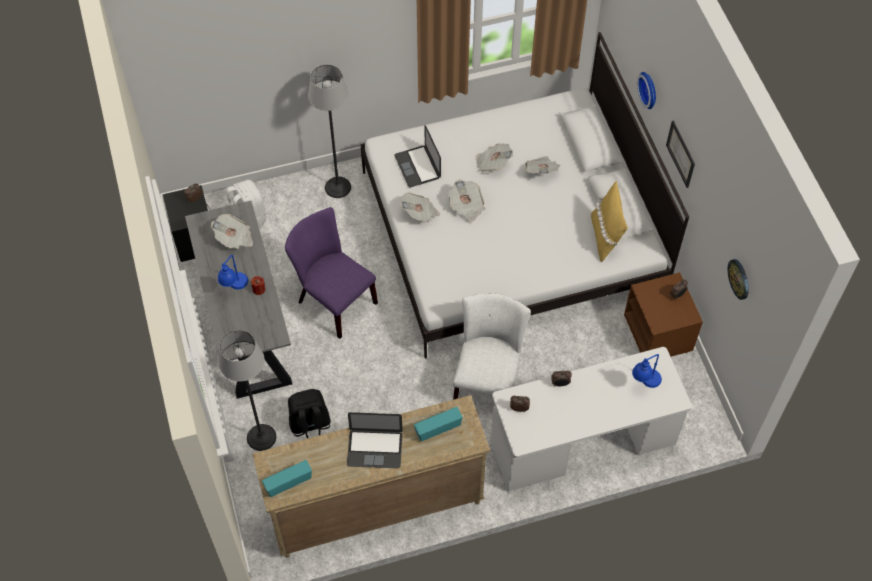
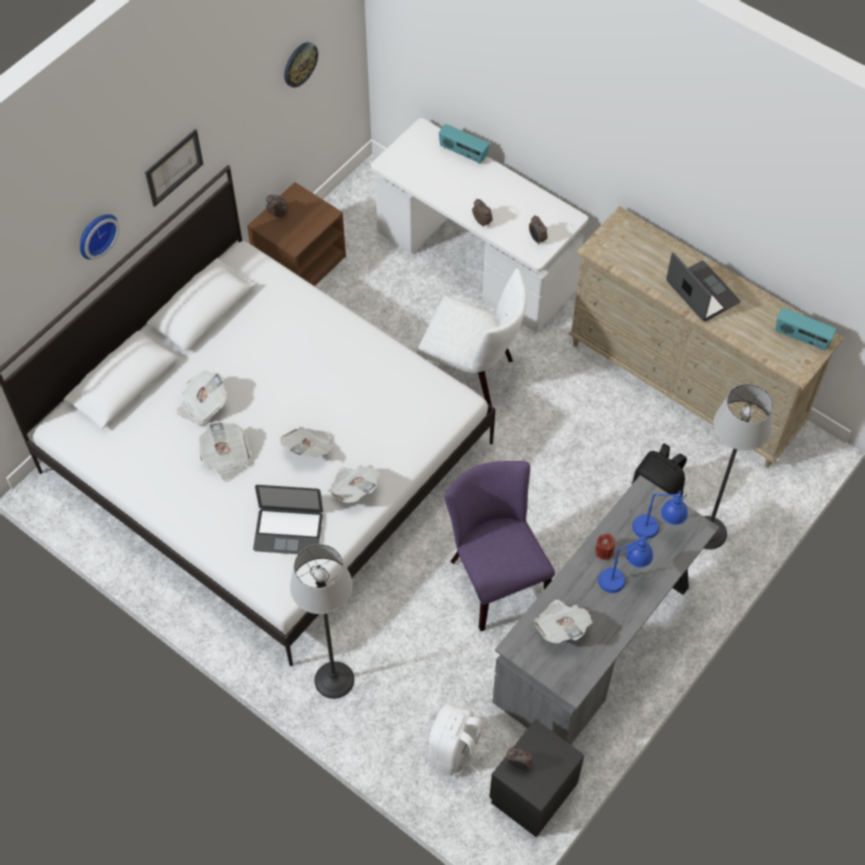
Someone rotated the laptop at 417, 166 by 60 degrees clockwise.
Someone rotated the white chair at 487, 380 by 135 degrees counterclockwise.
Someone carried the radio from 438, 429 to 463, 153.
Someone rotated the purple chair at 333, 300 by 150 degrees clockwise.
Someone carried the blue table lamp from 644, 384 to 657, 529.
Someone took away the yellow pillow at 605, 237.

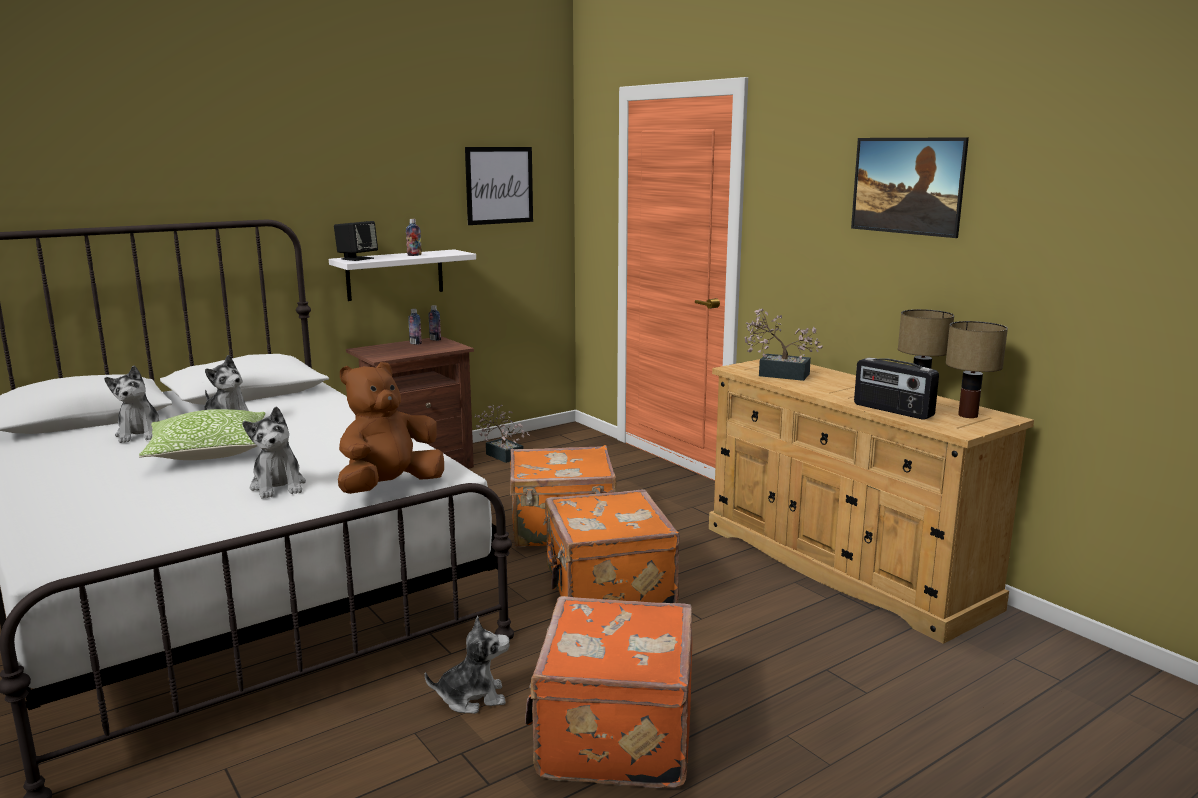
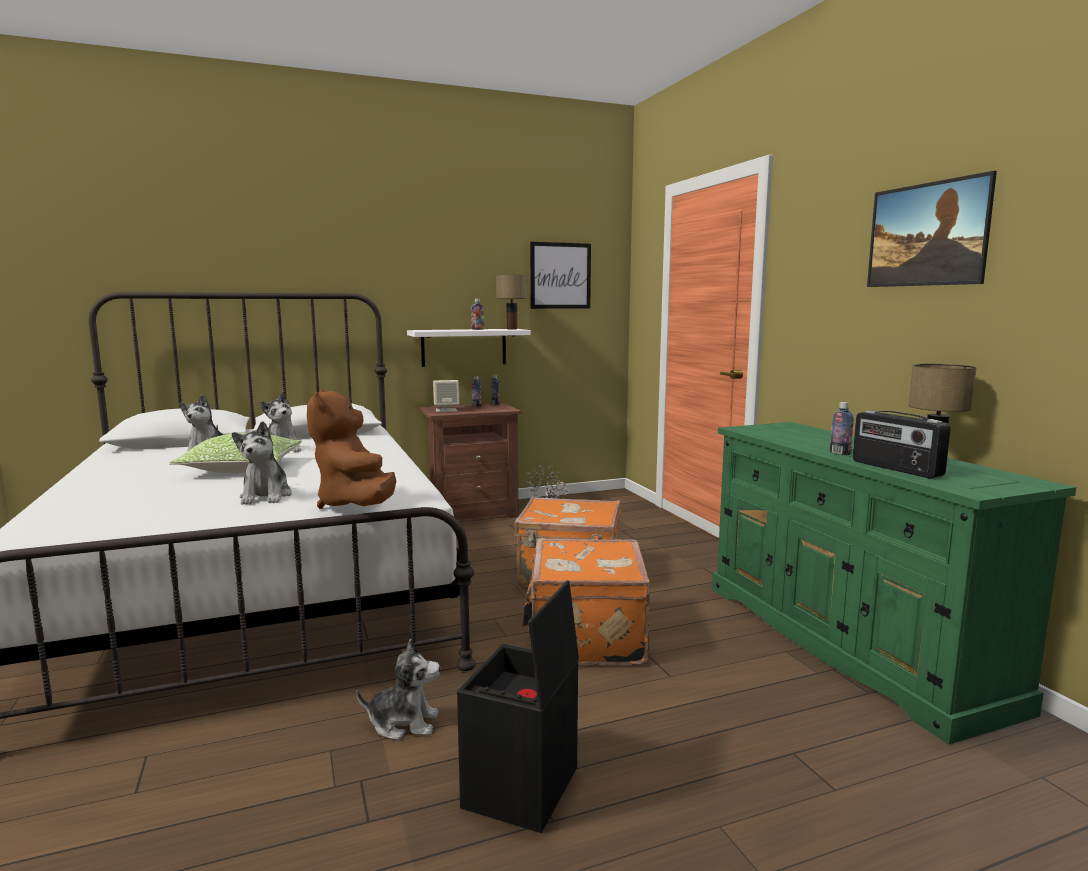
Someone rotated the brown plush toy at 389, 487 by 75 degrees counterclockwise.
Someone put down the beige speaker at 446, 410.
Someone swapped the orange suitcase at 612, 735 for the black storage box at 521, 789.
Someone carried the table lamp from 967, 415 to 512, 329.
Someone repainted the beige dresser at 845, 566, which became the green dresser at 848, 642.
Someone put down the bottle at 840, 453.
Someone took away the black speaker at 357, 258.
Someone took away the potted plant at 778, 374.

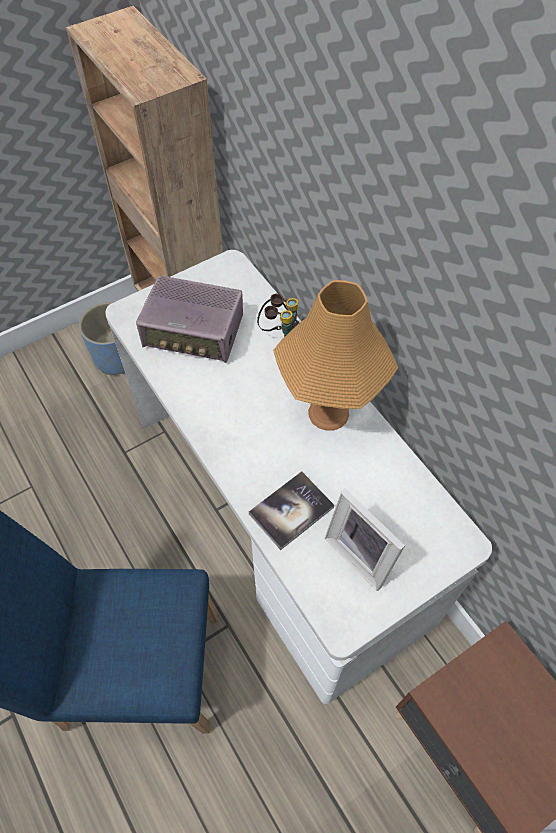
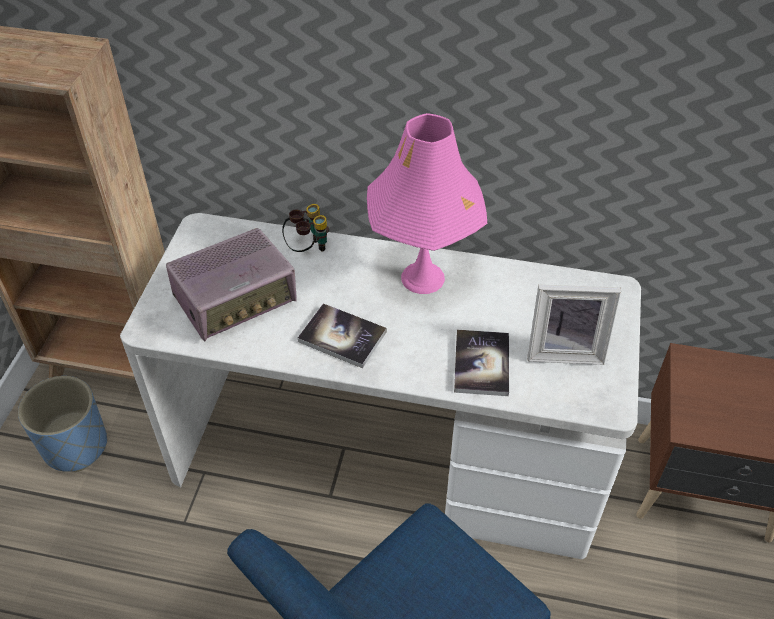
Someone put down the book at 342, 337.
Someone repainted the orange table lamp at 328, 413, which became the pink table lamp at 423, 278.

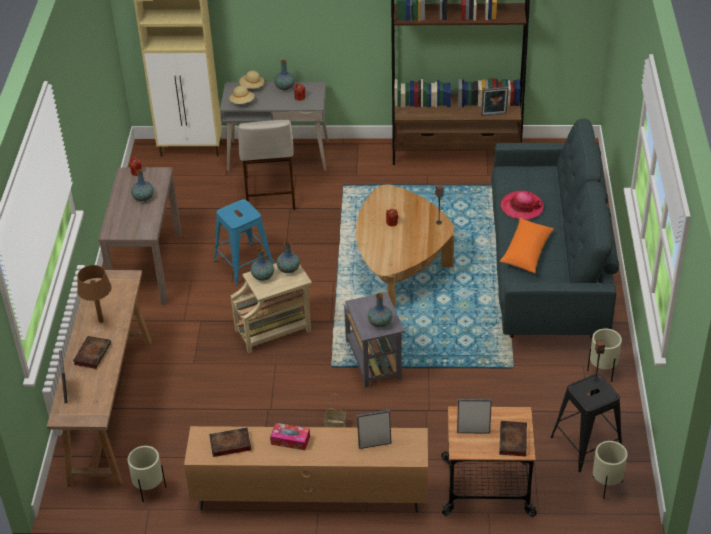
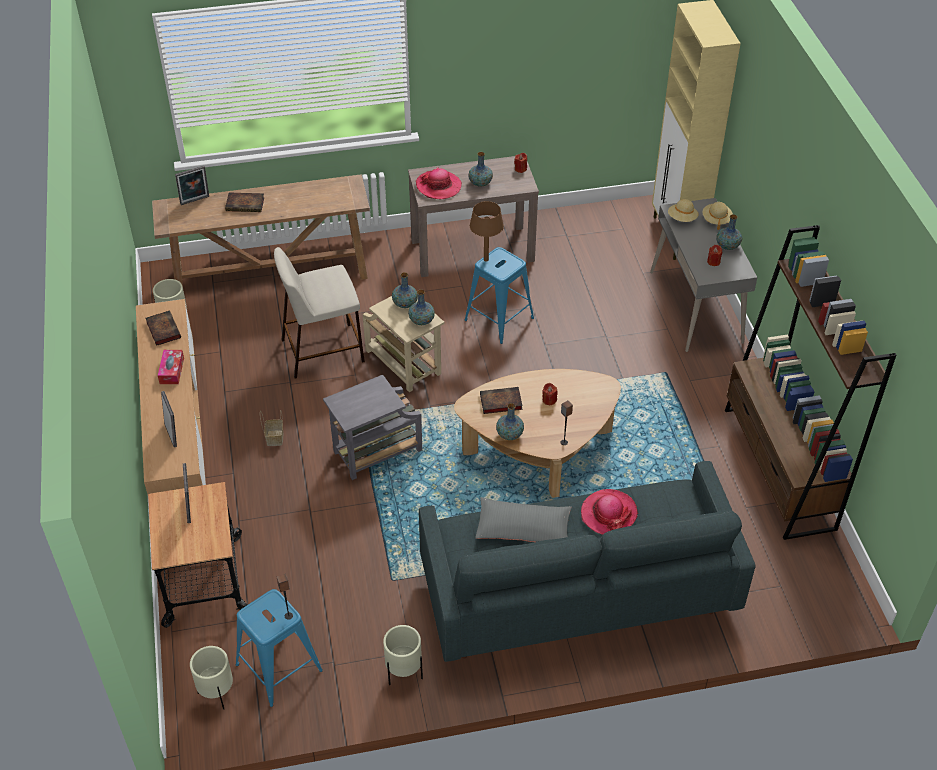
Someone repainted the black stool at 586, 444, which became the blue stool at 279, 667.
Someone carried the beige stool from 269, 192 to 323, 350.
Someone put down the hat at 438, 186.
Someone carried the brown table lamp from 101, 321 to 486, 259.
Someone repainted the orange pillow at 526, 251, which became the grey pillow at 523, 529.
Someone carried the book from 513, 441 to 500, 402.
Someone carried the vase from 380, 323 to 509, 434.
Someone took away the picture frame at 494, 115.

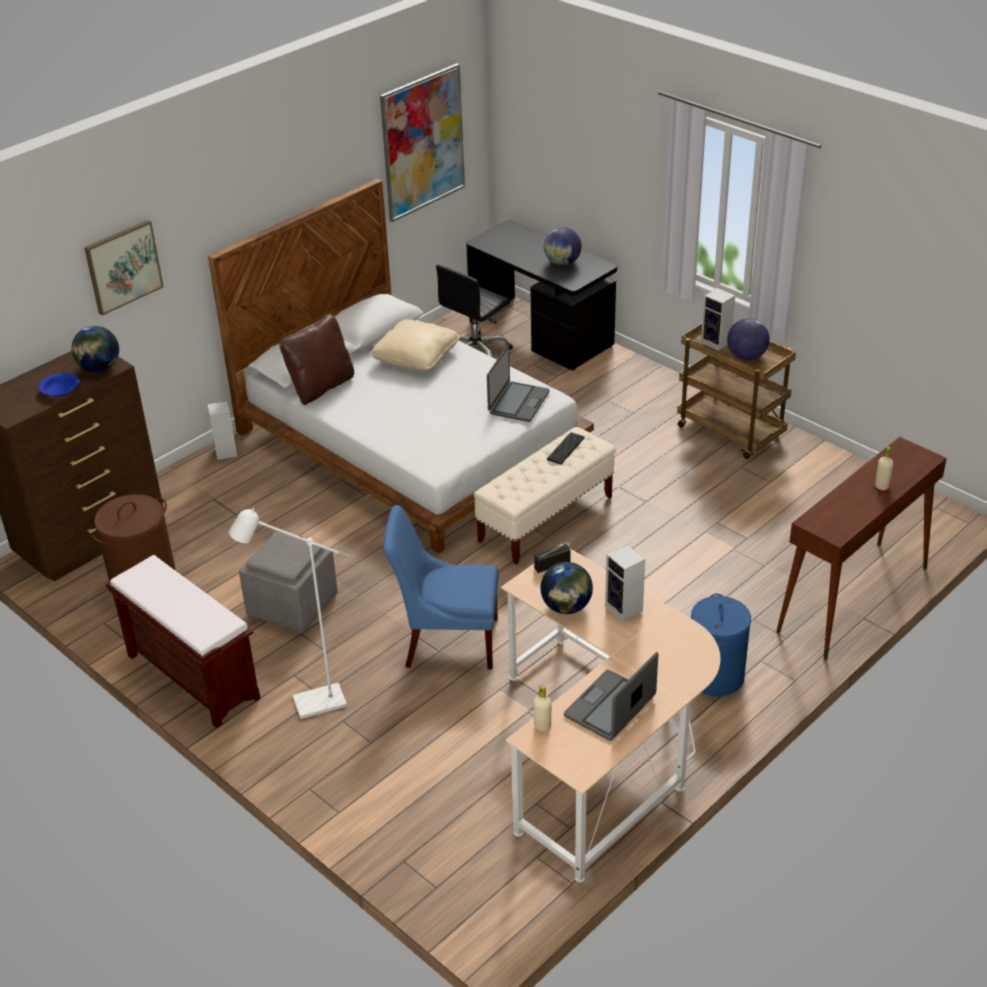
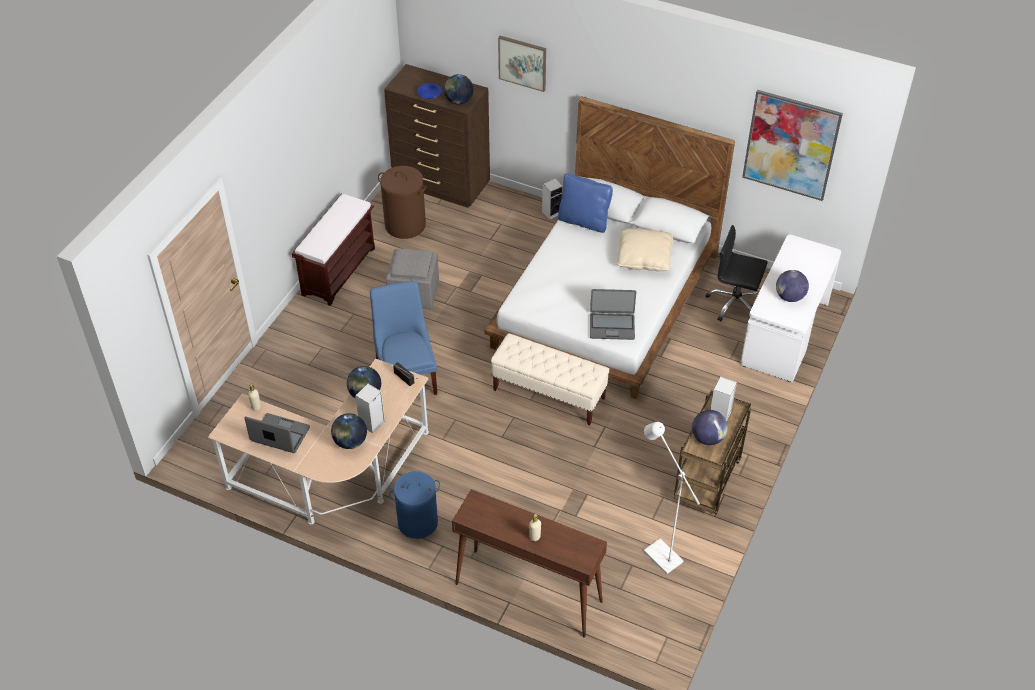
Someone put down the globe at 350, 442.
Someone repainted the brown pillow at 321, 387, which became the blue pillow at 584, 221.
Someone carried the white floor lamp from 310, 705 to 658, 552.
Someone repainted the black desk at 541, 334, which became the white desk at 785, 335.
Someone took away the keyboard at 565, 448.

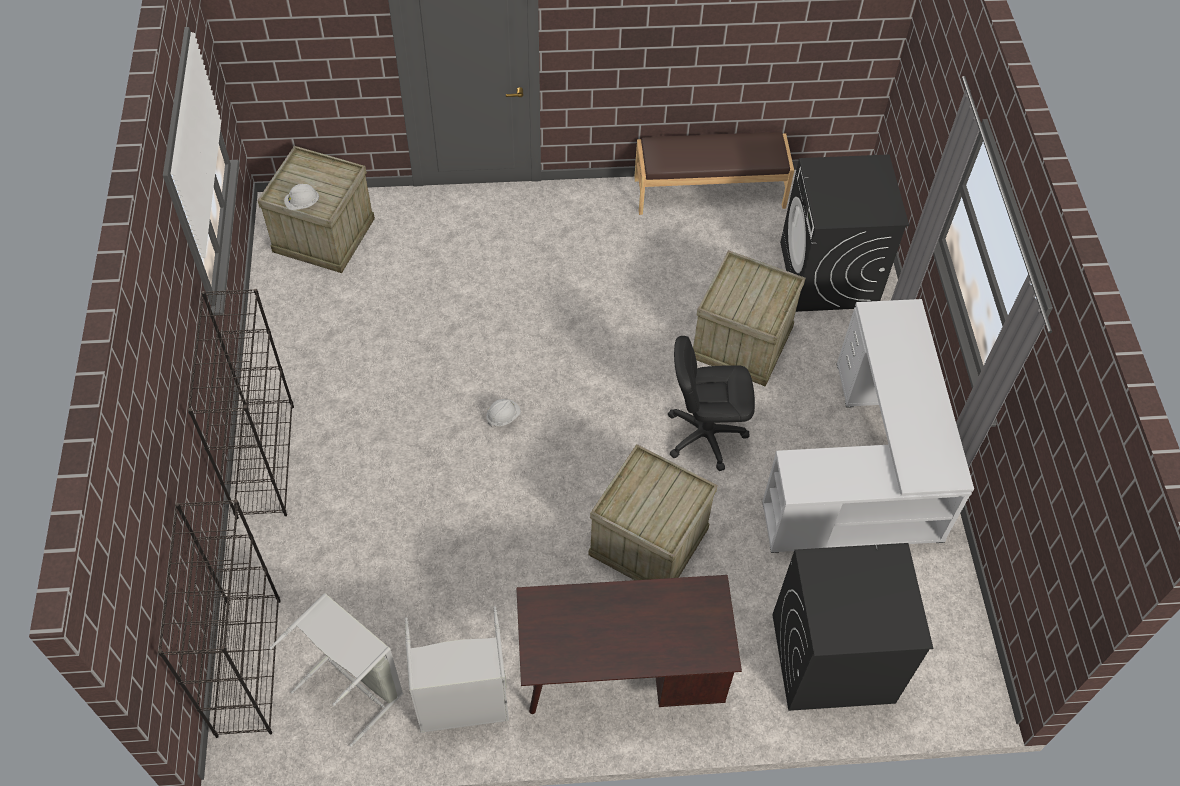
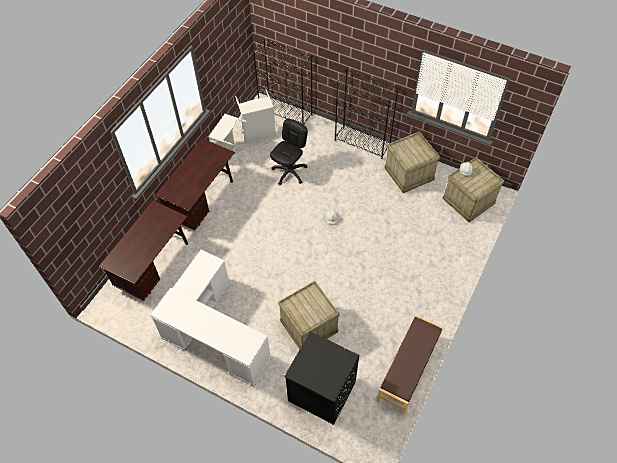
Someone swapped the black washing machine at 831, 658 for the brown desk at 155, 267.
Someone carried the black office chair from 705, 435 to 289, 172.
Someone carried the crate from 646, 542 to 409, 173.

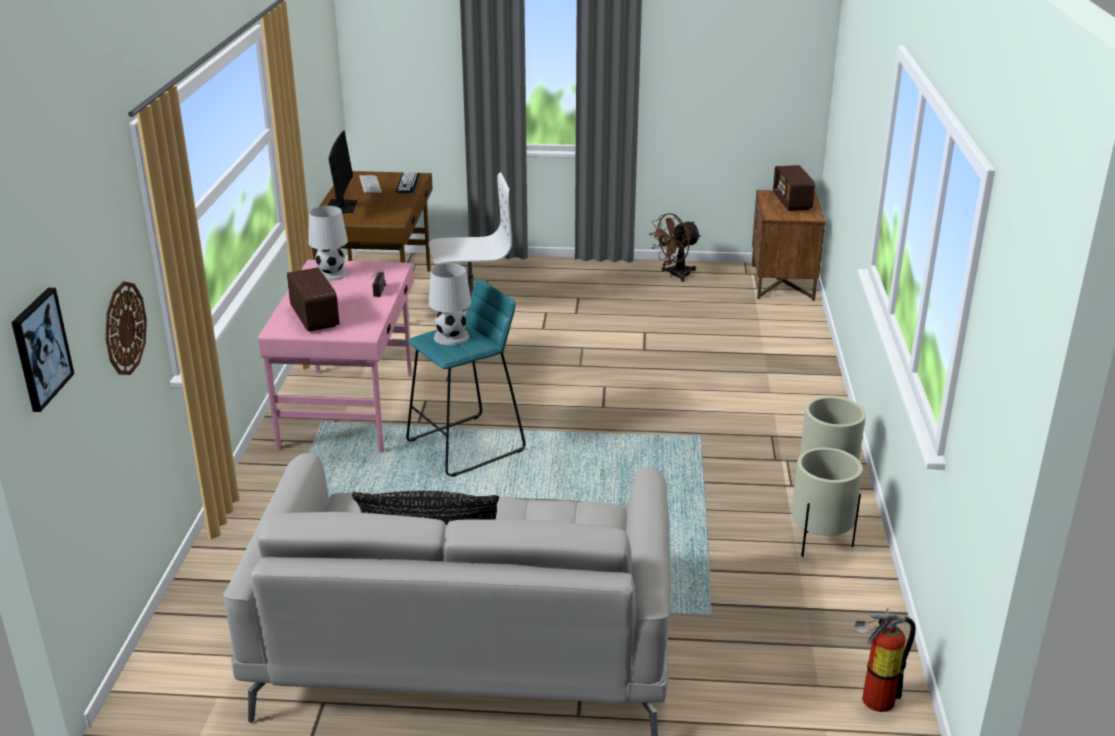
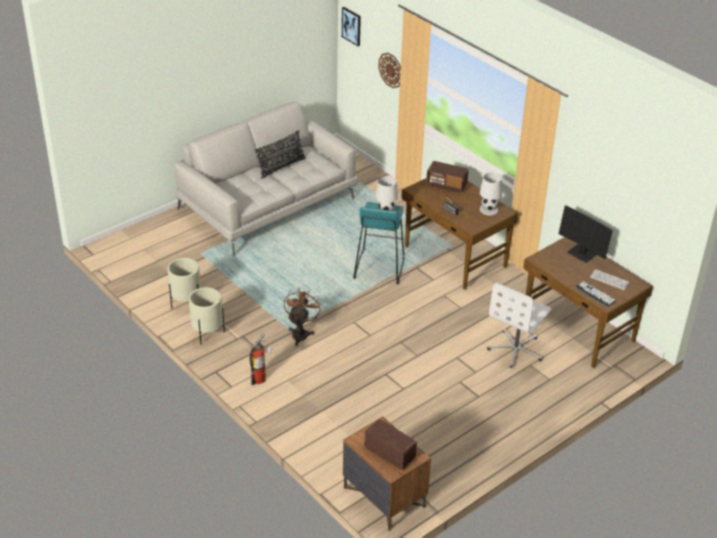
Someone carried the fire extinguisher from 873, 699 to 260, 378.
Someone carried the brown fan from 675, 275 to 301, 333.
Someone repainted the pink desk at 350, 408, which became the brown desk at 454, 257.

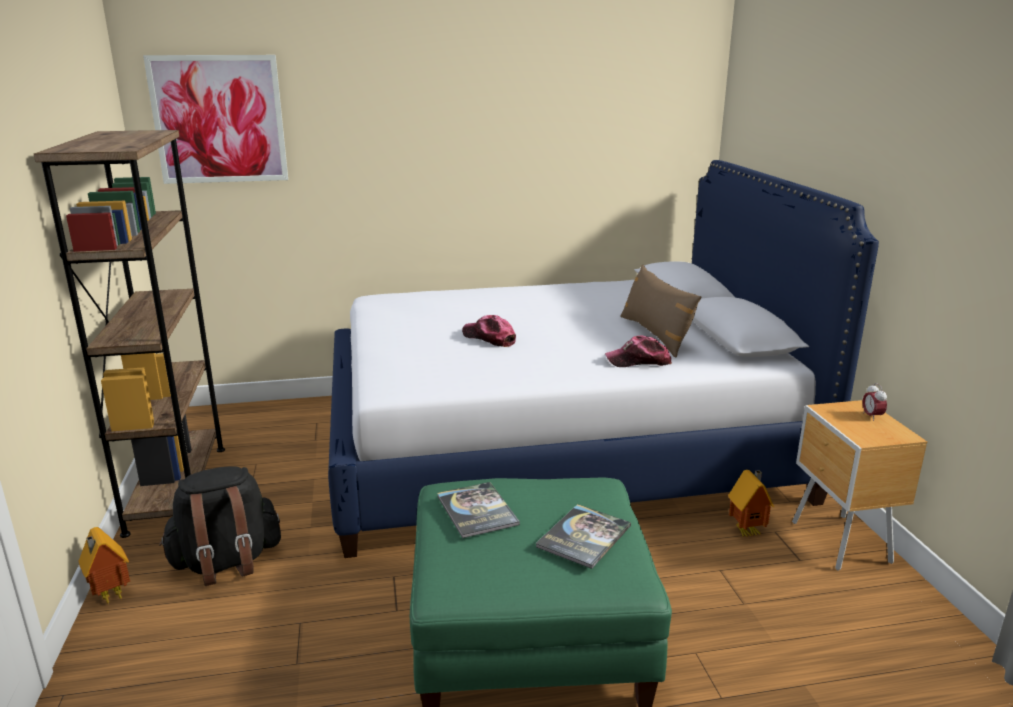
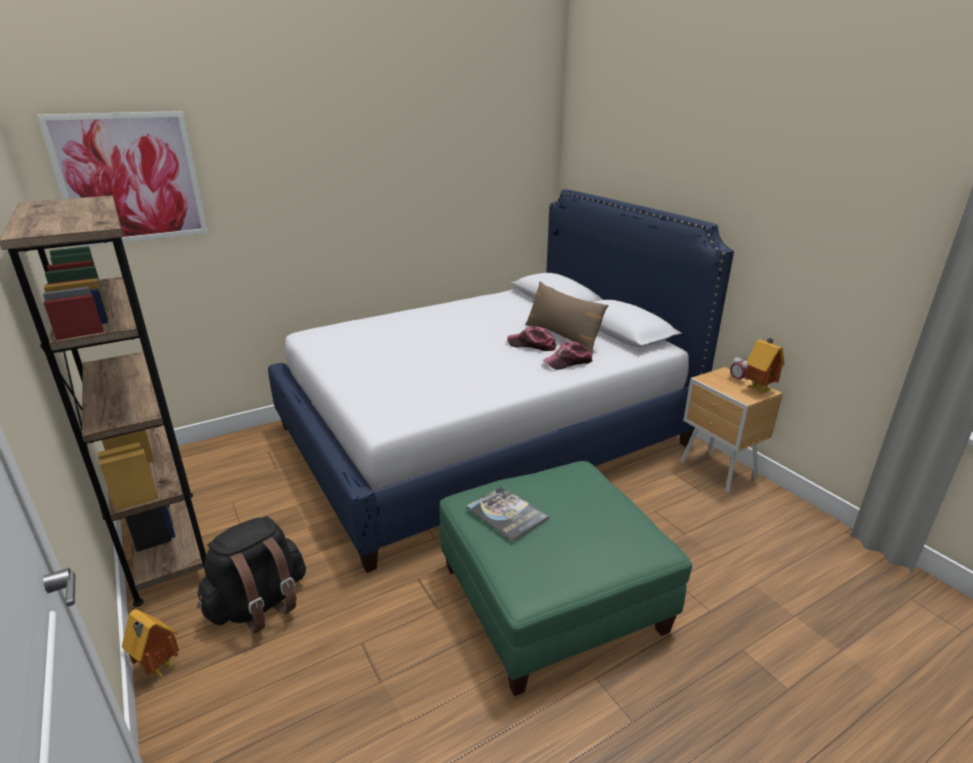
Someone carried the cap from 489, 338 to 532, 345.
Someone carried the toy house from 748, 531 to 759, 389.
Someone took away the book at 584, 536.

